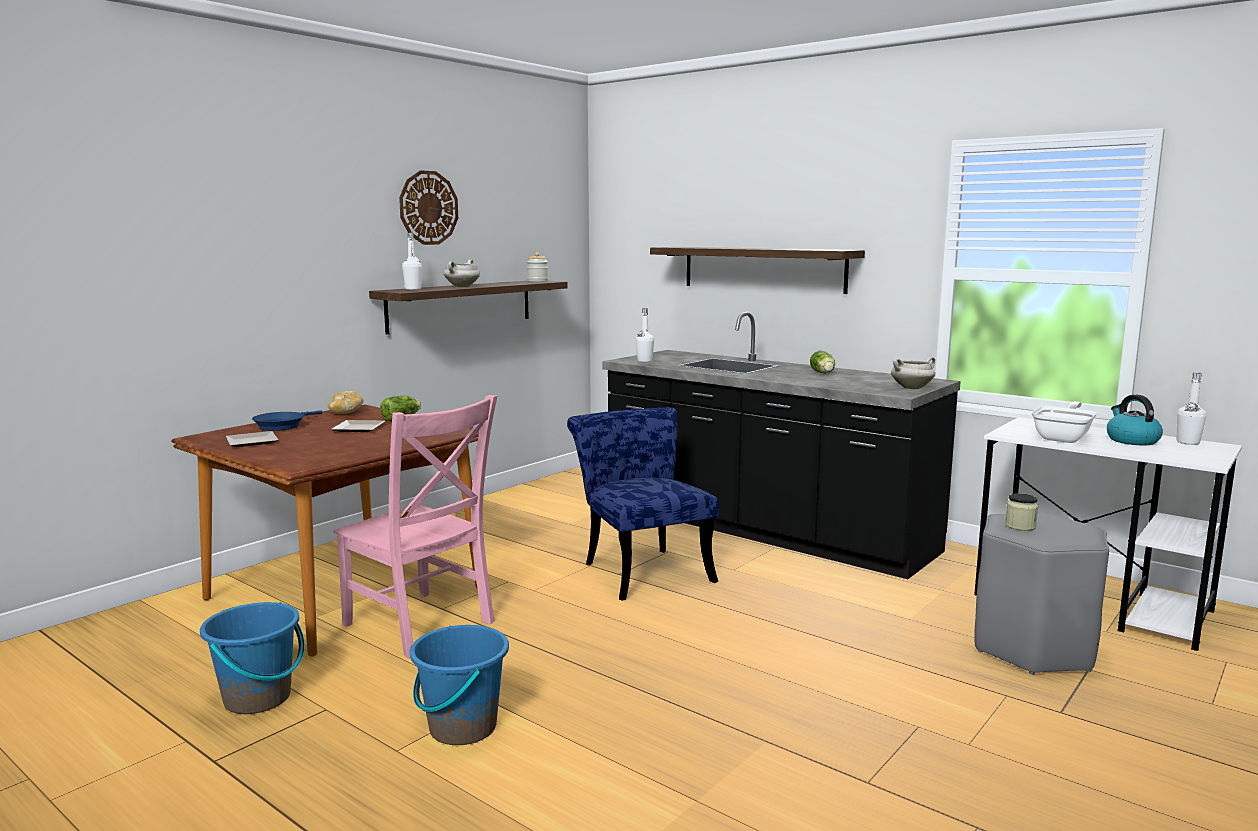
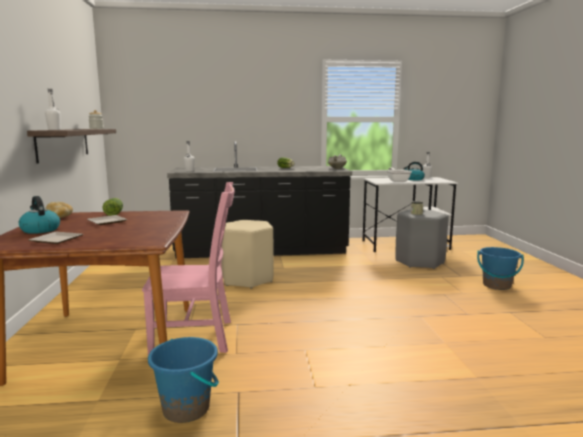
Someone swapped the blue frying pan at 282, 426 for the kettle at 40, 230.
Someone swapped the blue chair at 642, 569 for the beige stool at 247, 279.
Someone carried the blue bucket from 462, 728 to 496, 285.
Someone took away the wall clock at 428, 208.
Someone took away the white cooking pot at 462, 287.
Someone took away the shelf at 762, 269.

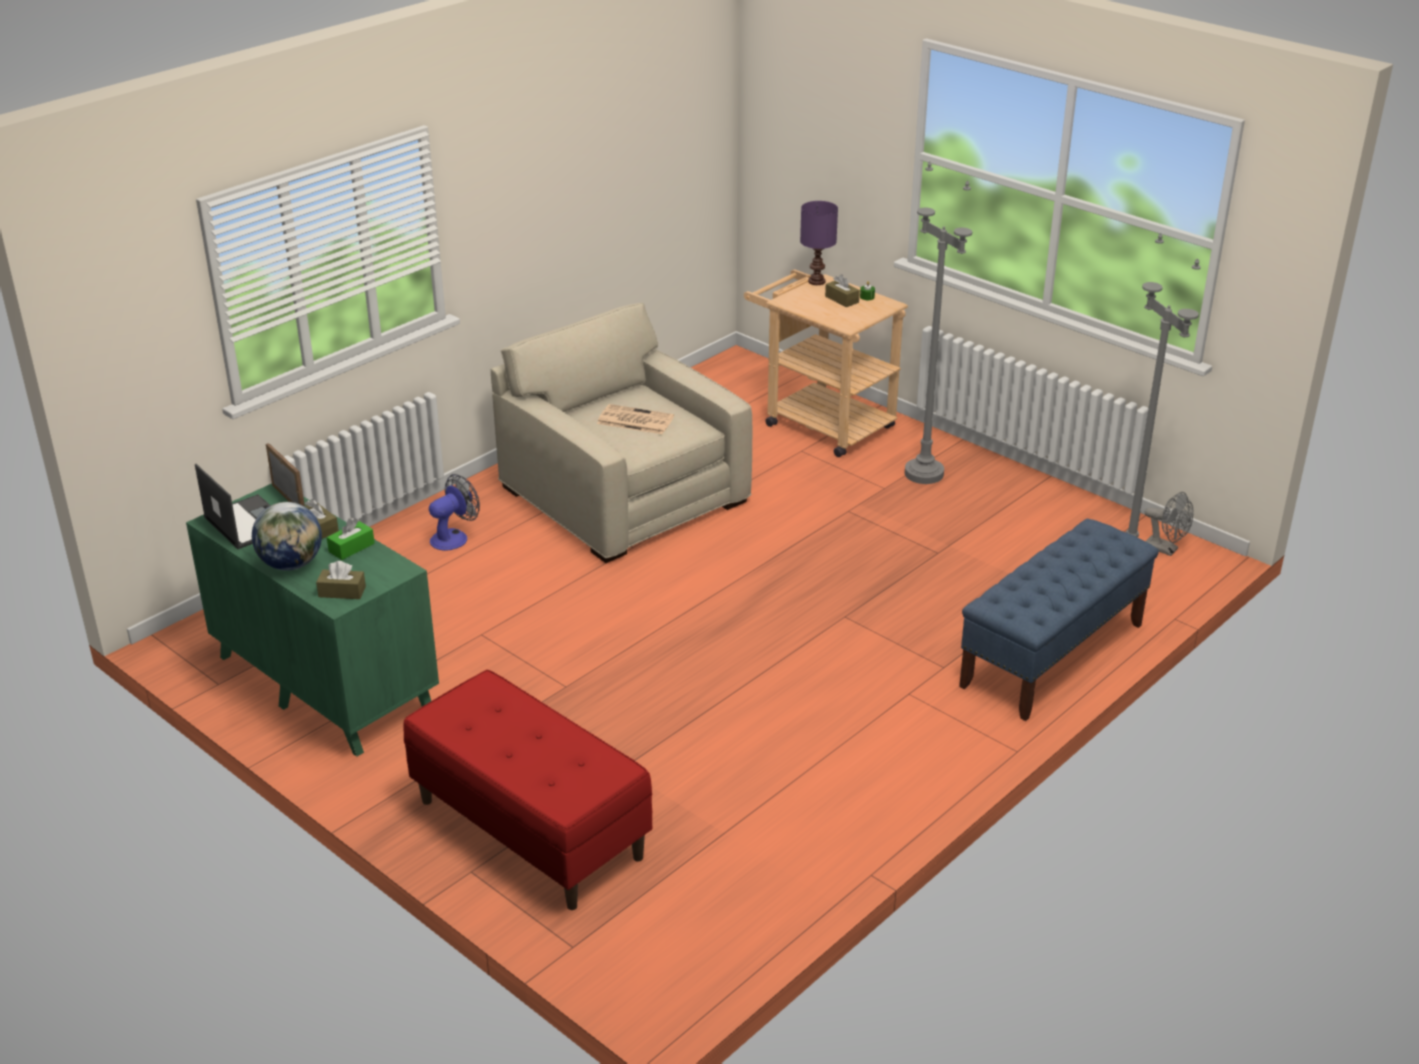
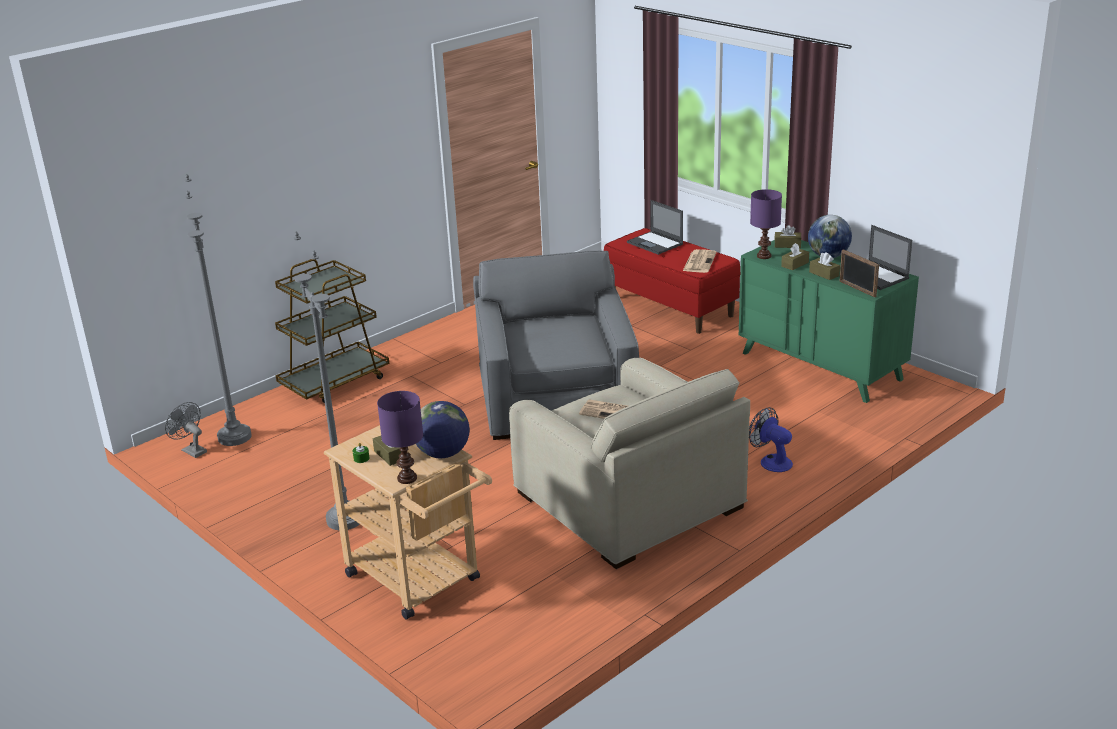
Someone swapped the blue bench at 1052, 655 for the brown cart at 335, 382.
Someone put down the globe at 443, 454.
Someone put down the grey armchair at 556, 396.
Someone put down the laptop at 655, 243.
Someone put down the newspaper at 699, 261.
Someone rotated the fan at 454, 537 by 90 degrees clockwise.
Someone put down the purple table lamp at 763, 256.
Someone repainted the green tissue box at 351, 548, which became the brown tissue box at 795, 264.

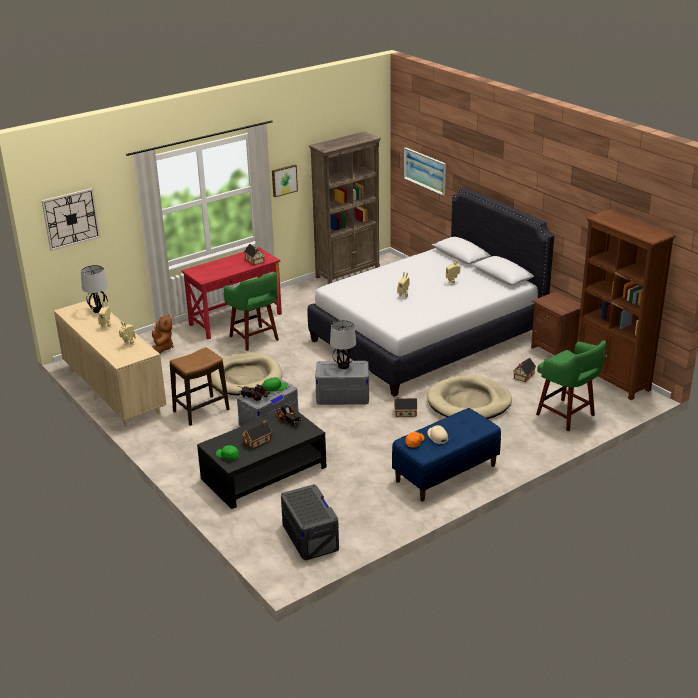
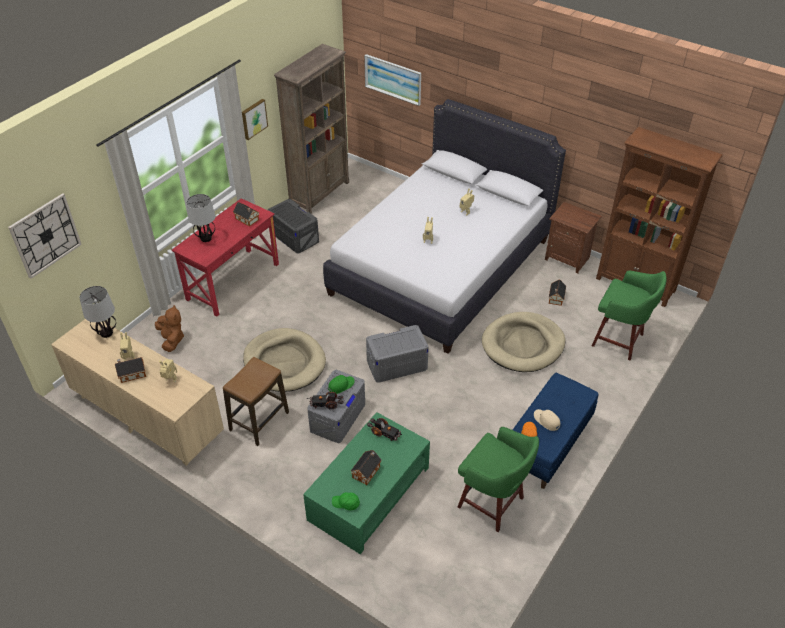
Someone carried the toy house from 404, 412 to 131, 374.
Someone carried the table lamp from 343, 366 to 206, 238.
Someone carried the grey storage box from 310, 536 to 294, 236.
Someone repainted the black coffee table at 264, 473, which became the green coffee table at 369, 493.
Someone carried the green stool from 255, 339 to 493, 503.

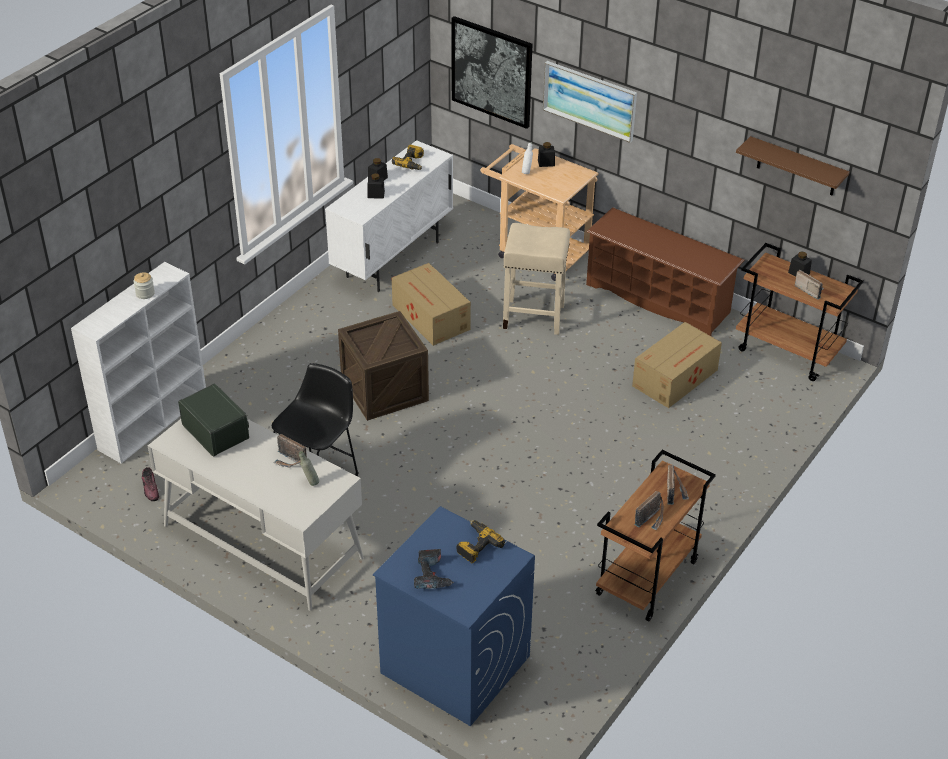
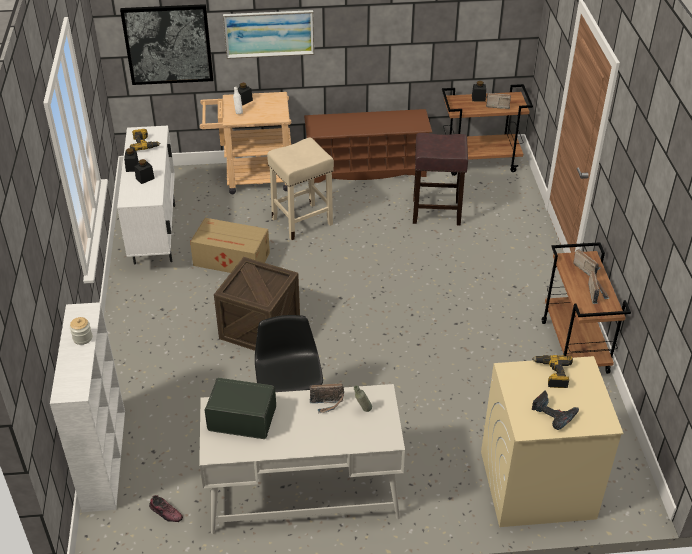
Someone swapped the cardboard box at 676, 377 for the brown stool at 437, 212.
Someone repainted the blue washing machine at 454, 664, which became the beige washing machine at 536, 485.
Someone took away the brown shelf at 796, 167.

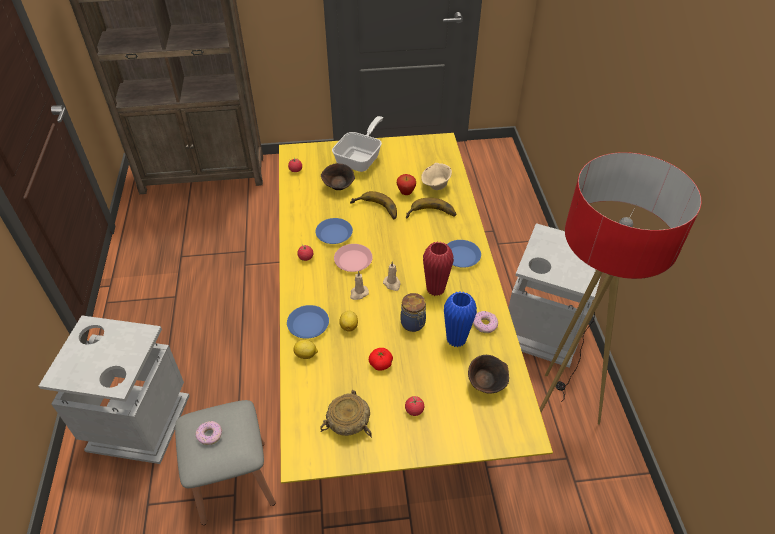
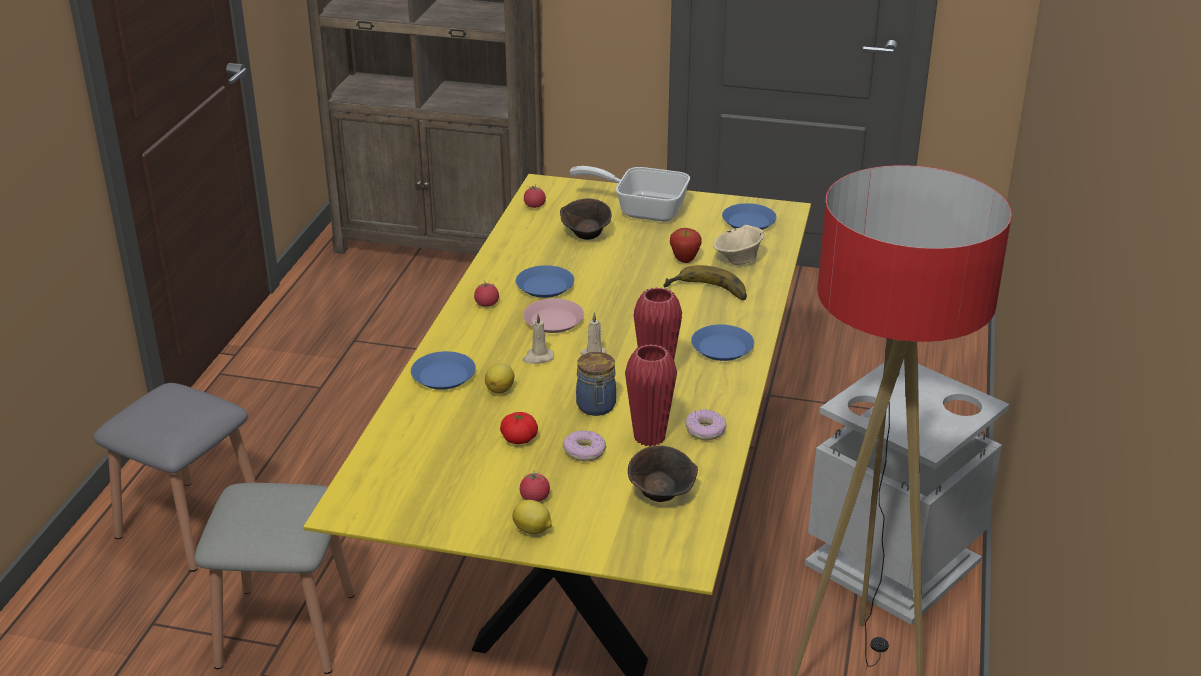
Someone swapped the grey trash can at 138, 422 for the grey stool at 190, 524.
Someone carried the lemon from 306, 355 to 532, 530.
Someone carried the donut from 209, 435 to 584, 451.
Someone rotated the frying pan at 361, 158 by 120 degrees counterclockwise.
Someone repainted the blue vase at 456, 339, which became the red vase at 649, 437.
Someone put down the blue plate at 748, 222.
Someone took away the beige bowl at 349, 421.
Someone took away the banana at 375, 210.

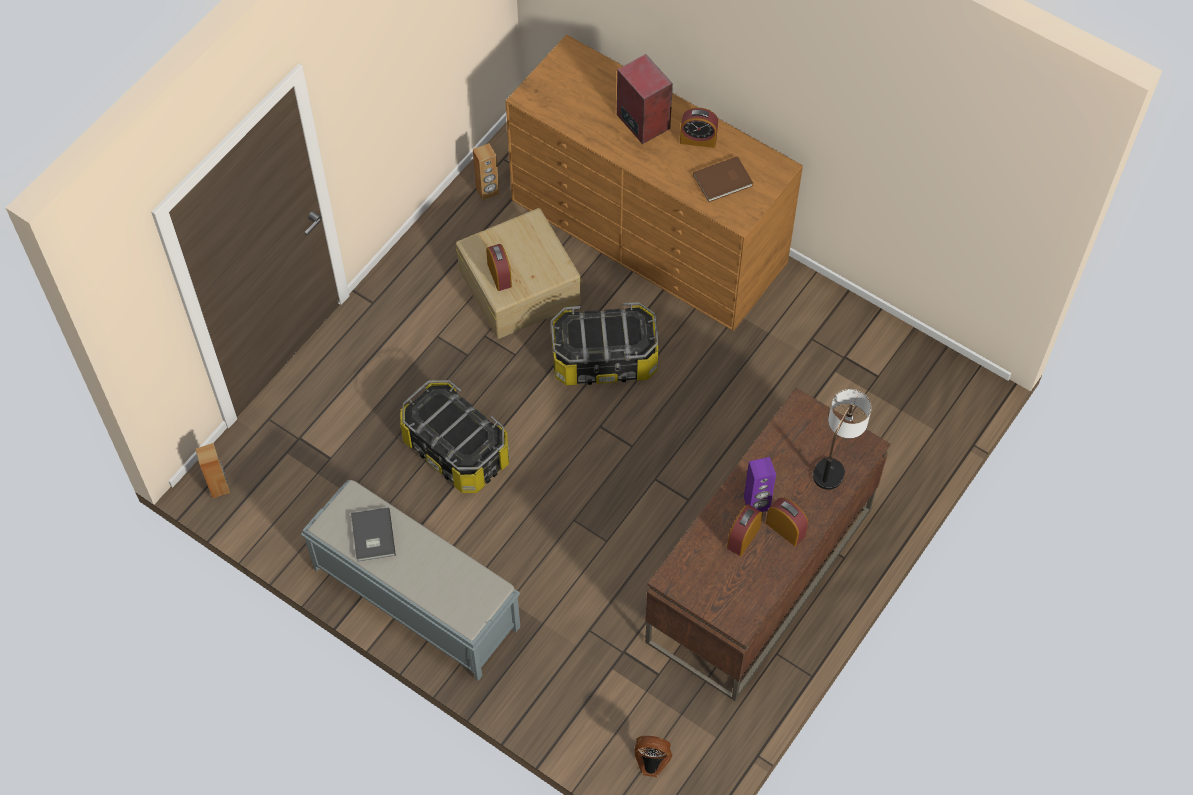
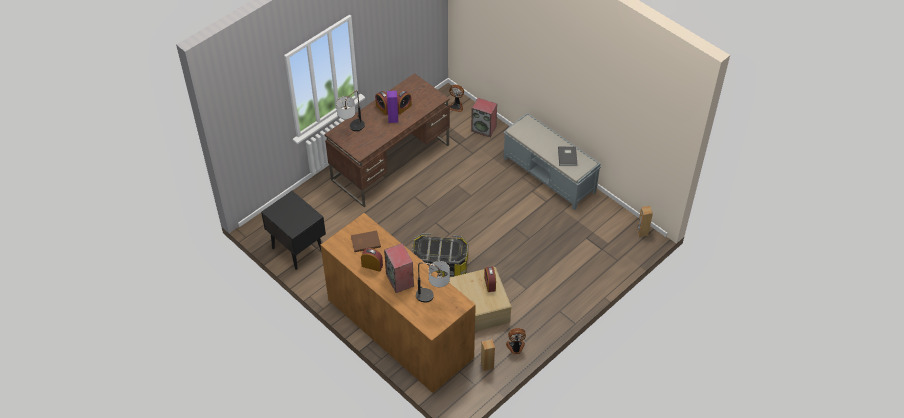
Someone put down the black nightstand at 297, 248.
Someone put down the table lamp at 433, 297.
Someone put down the speaker at 484, 128.
Someone put down the fan at 515, 347.
Someone took away the storage box at 455, 450.

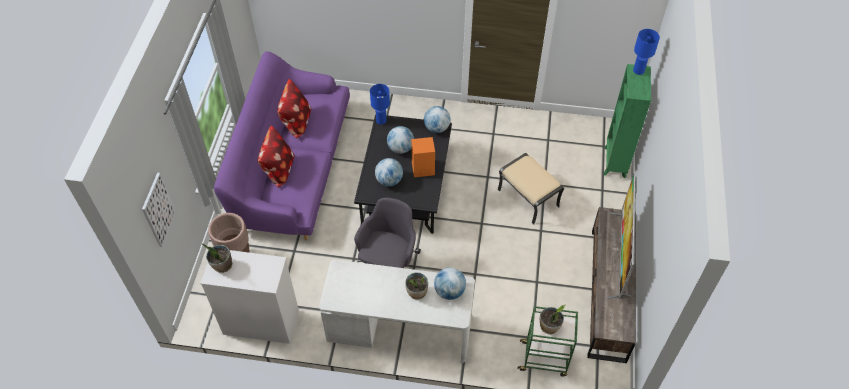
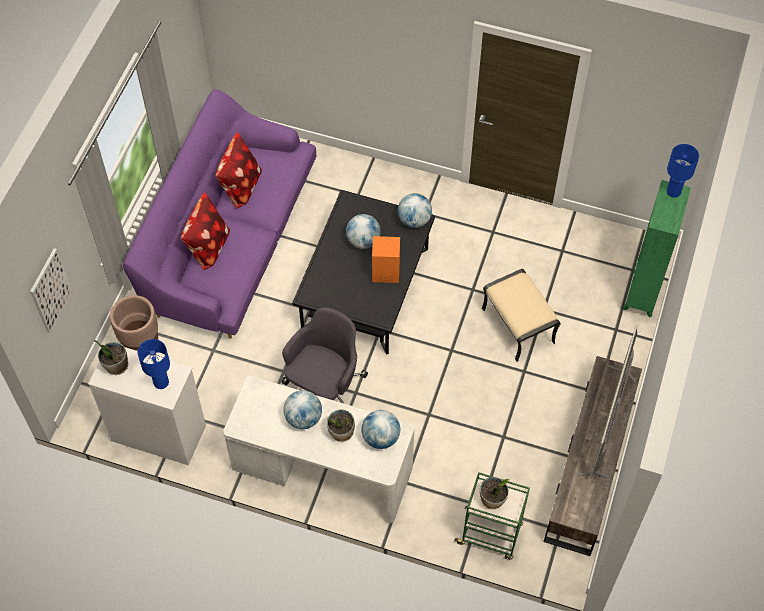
Someone carried the blue table lamp from 381, 121 to 160, 382.
Someone carried the globe from 389, 180 to 303, 418.

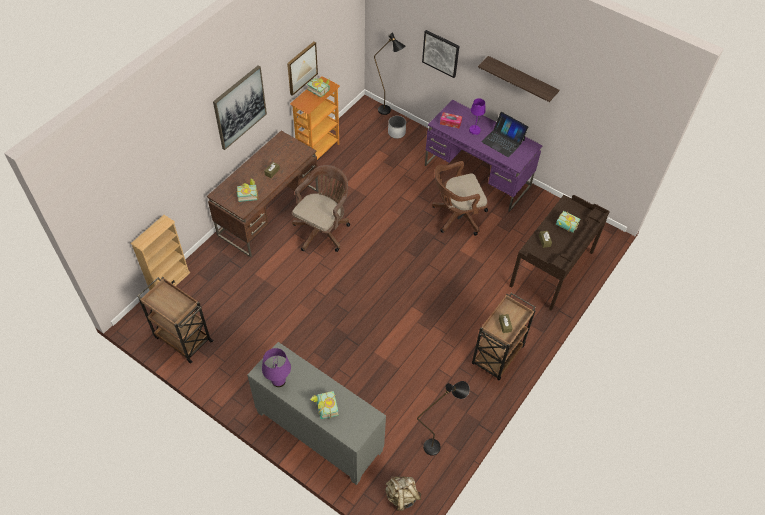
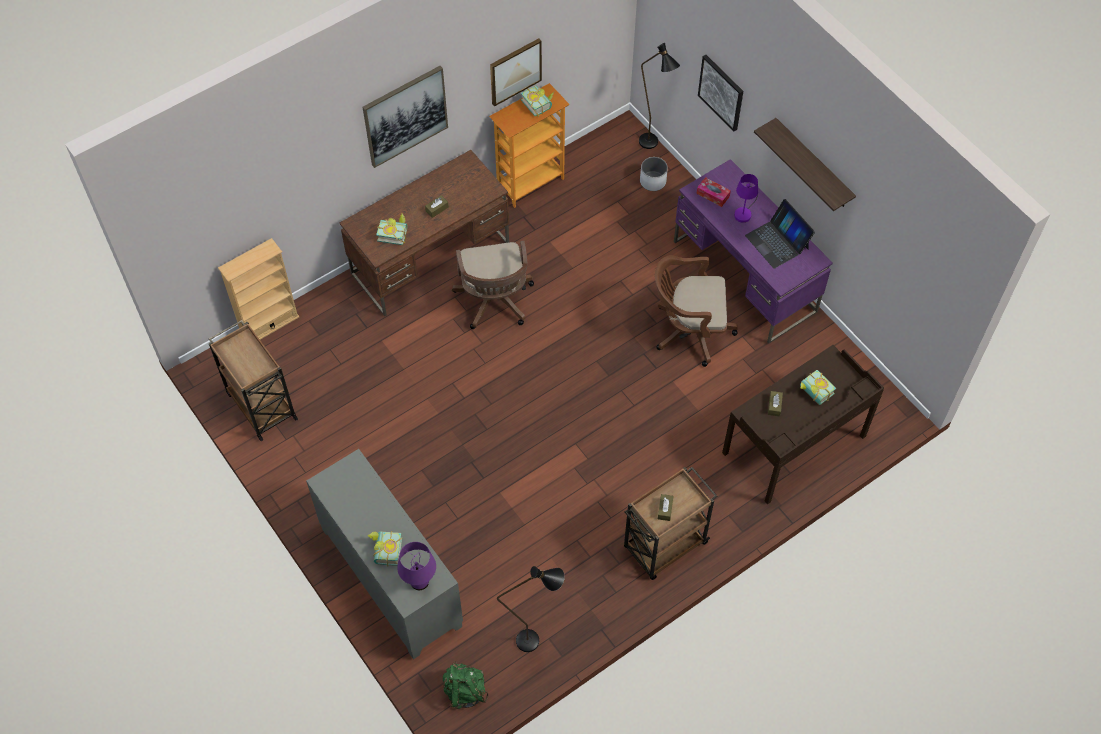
Someone carried the purple table lamp from 279, 381 to 420, 581.
Someone repainted the beige backpack at 402, 496, which became the green backpack at 465, 691.
Someone rotated the brown office chair at 323, 230 by 120 degrees clockwise.

